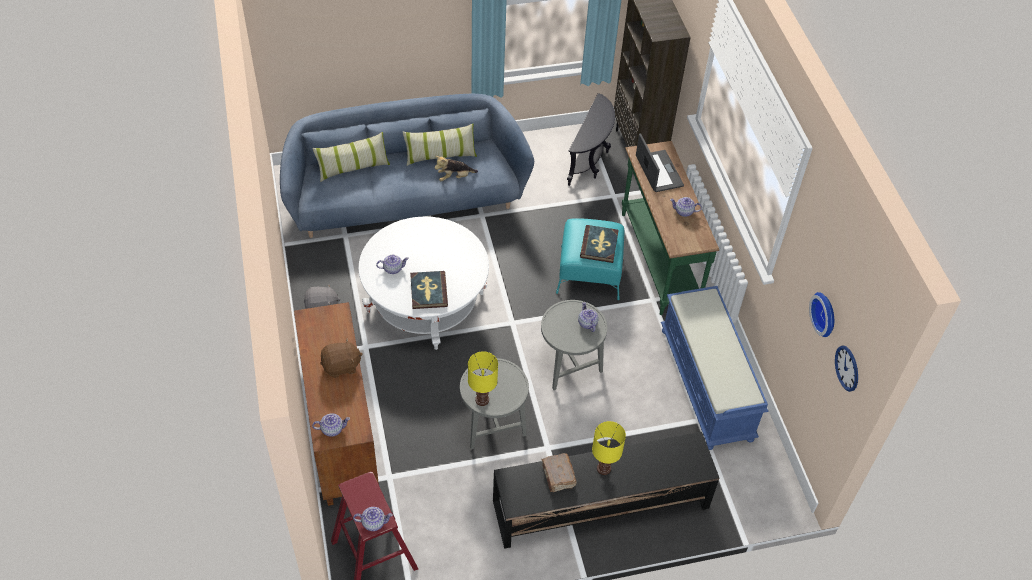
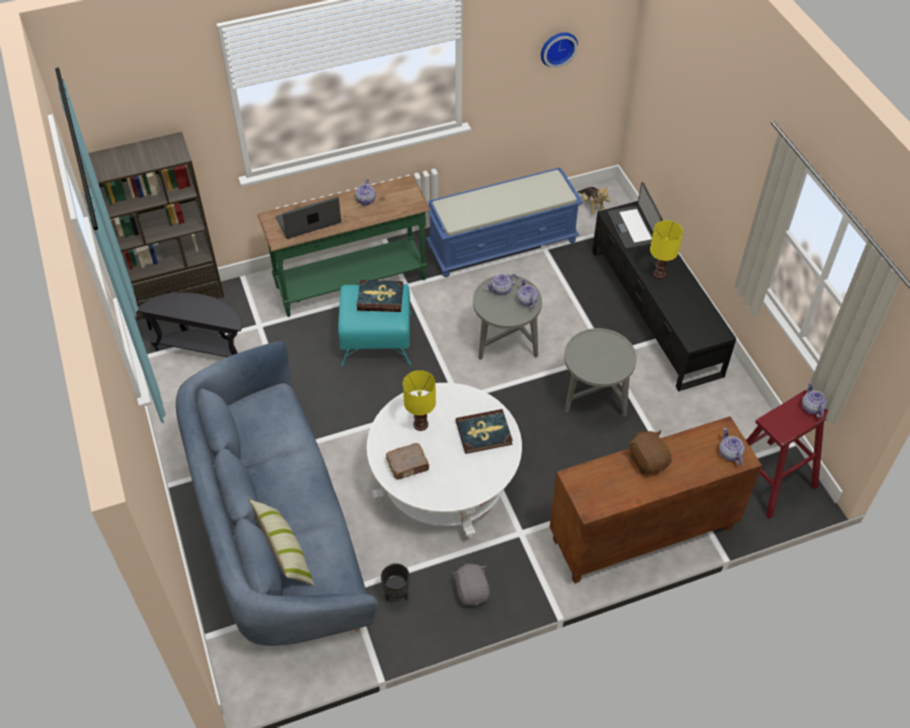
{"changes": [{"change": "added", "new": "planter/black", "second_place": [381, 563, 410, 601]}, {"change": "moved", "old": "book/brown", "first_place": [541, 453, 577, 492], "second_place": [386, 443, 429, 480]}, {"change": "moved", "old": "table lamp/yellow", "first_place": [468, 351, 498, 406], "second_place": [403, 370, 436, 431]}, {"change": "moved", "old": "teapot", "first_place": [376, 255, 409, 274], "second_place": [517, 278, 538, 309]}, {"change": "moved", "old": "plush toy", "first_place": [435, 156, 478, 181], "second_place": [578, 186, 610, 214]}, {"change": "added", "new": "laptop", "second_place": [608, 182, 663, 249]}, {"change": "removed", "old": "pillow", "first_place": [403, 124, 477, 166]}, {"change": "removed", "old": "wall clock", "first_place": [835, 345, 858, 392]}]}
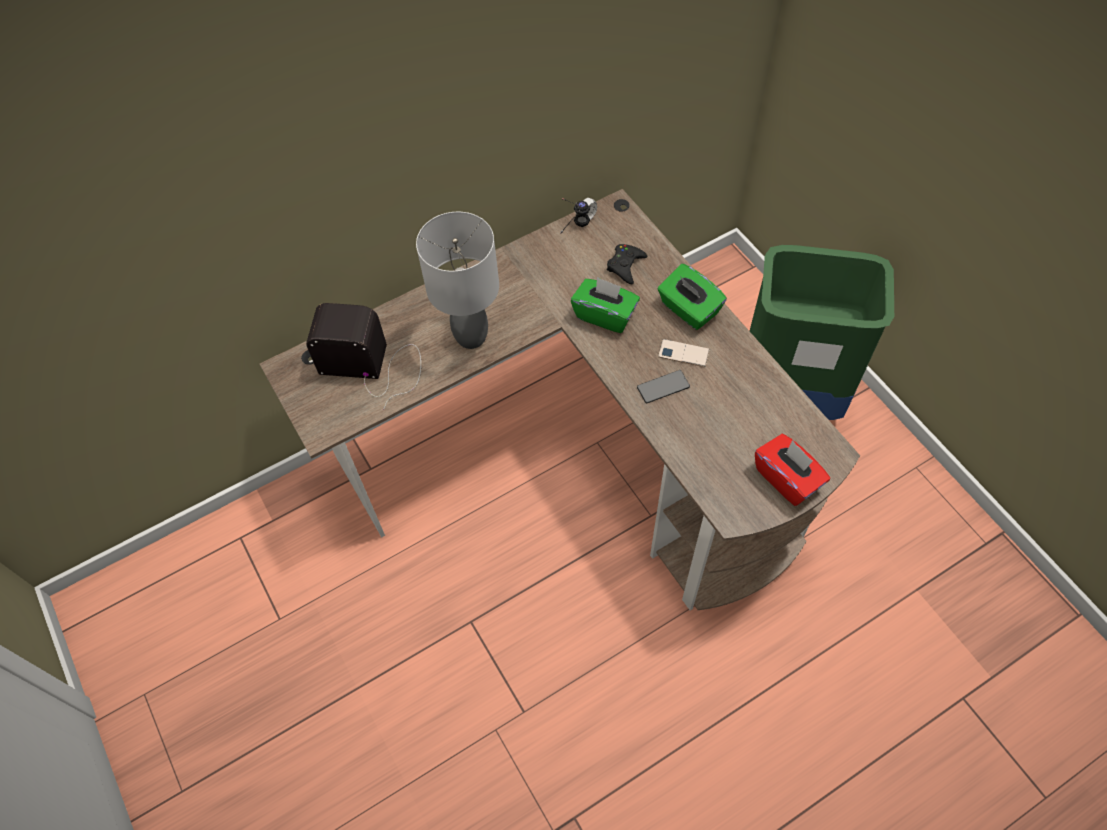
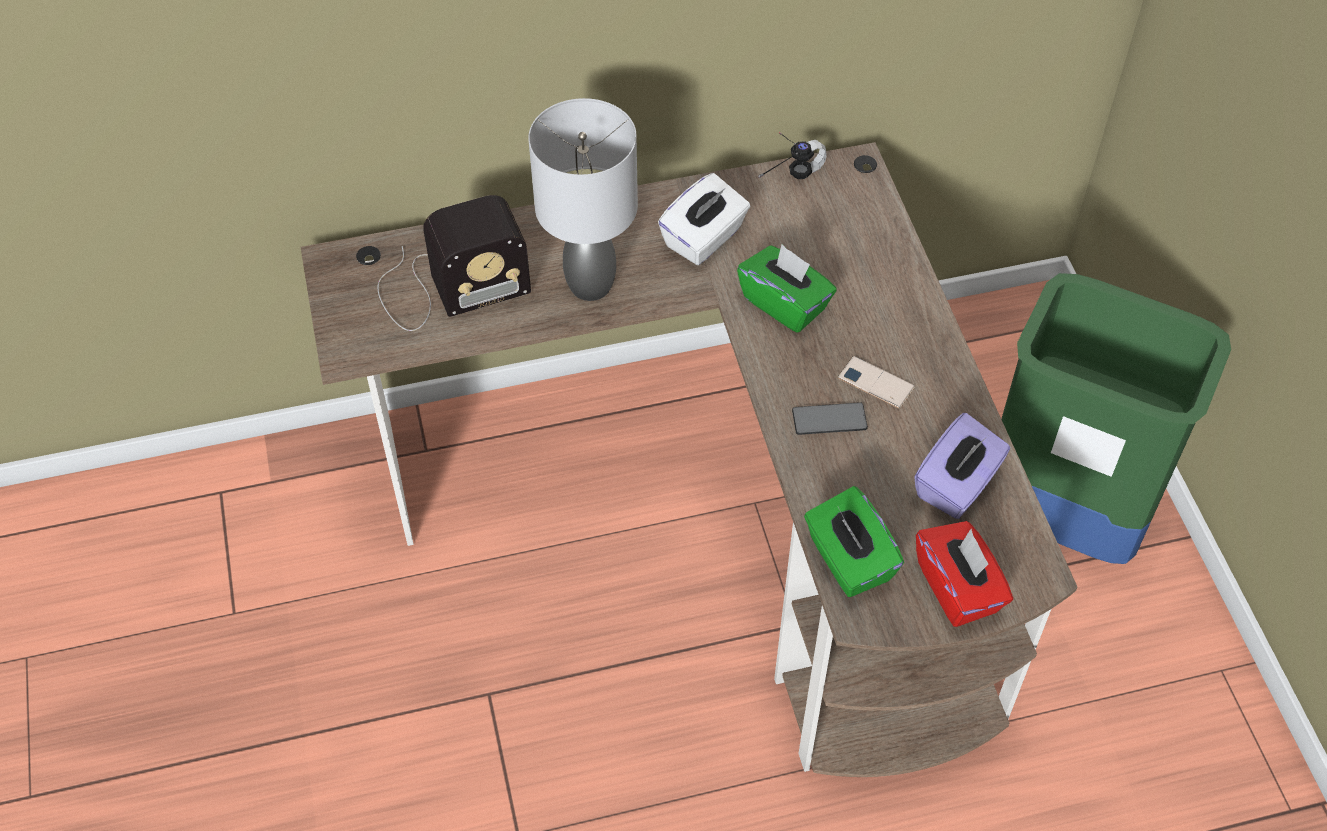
{"changes": [{"change": "turned", "old": "radio", "first_place": [306, 303, 421, 408], "second_place": [377, 195, 531, 331], "degrees": 135}, {"change": "added", "new": "tissue box/white", "second_place": [658, 173, 750, 265]}, {"change": "moved", "old": "tissue box/green", "first_place": [657, 264, 727, 330], "second_place": [804, 486, 904, 597]}, {"change": "added", "new": "tissue box/purple", "second_place": [914, 413, 1010, 519]}, {"change": "removed", "old": "game controller/black", "first_place": [607, 244, 647, 284]}]}
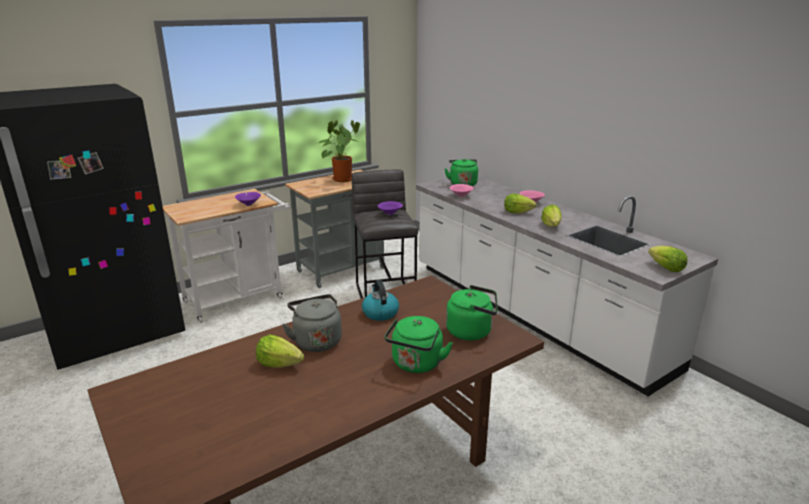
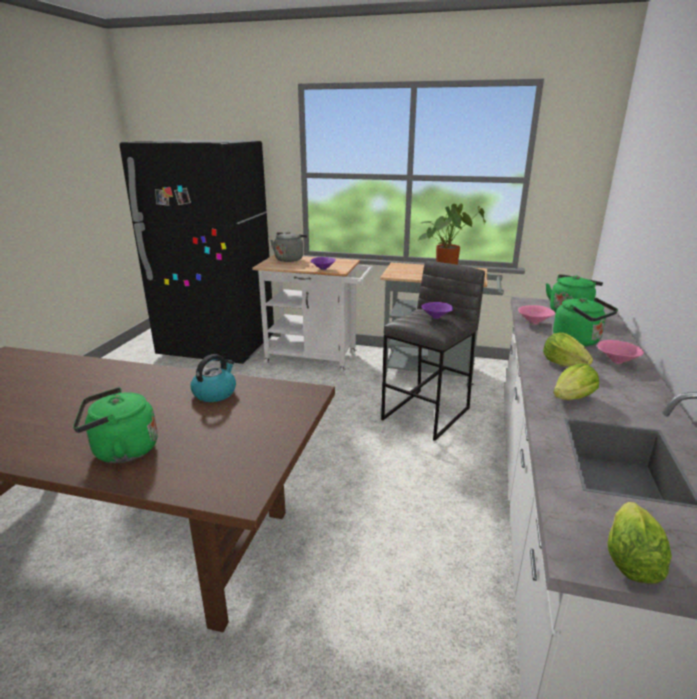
{"changes": [{"change": "moved", "old": "kettle/grey", "first_place": [282, 294, 342, 352], "second_place": [270, 231, 307, 262]}, {"change": "moved", "old": "kettle/green", "first_place": [446, 285, 498, 340], "second_place": [553, 297, 618, 346]}, {"change": "removed", "old": "lettuce", "first_place": [256, 334, 304, 368]}]}
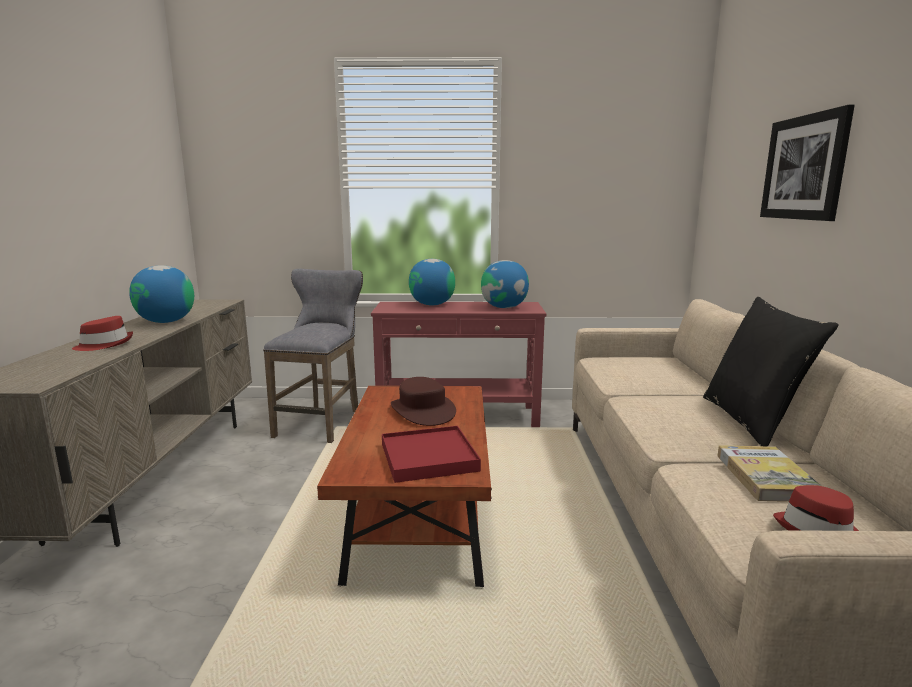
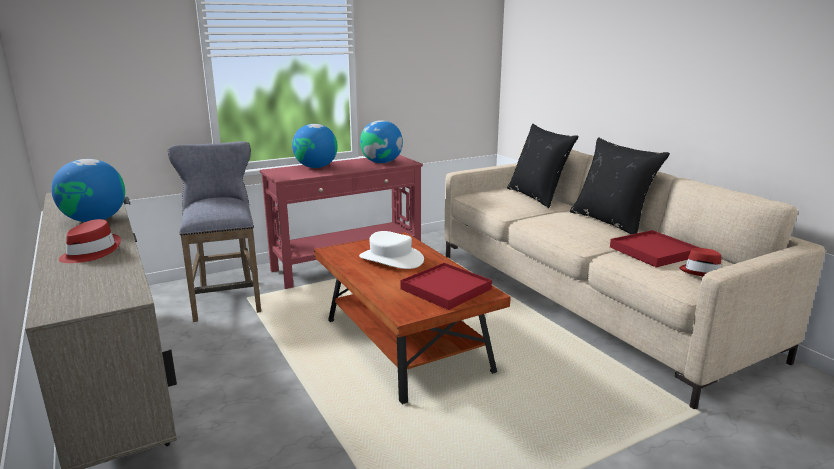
{"changes": [{"change": "recoloured", "old": "hat/brown", "new": "hat/white", "first_place": [391, 377, 456, 426], "second_place": [359, 231, 424, 269]}, {"change": "added", "new": "pillow/black", "second_place": [507, 124, 578, 209]}, {"change": "replaced", "old": "book", "new": "tray/red", "first_place": [717, 445, 821, 502], "second_place": [610, 230, 700, 267]}, {"change": "removed", "old": "picture", "first_place": [760, 104, 855, 221]}]}
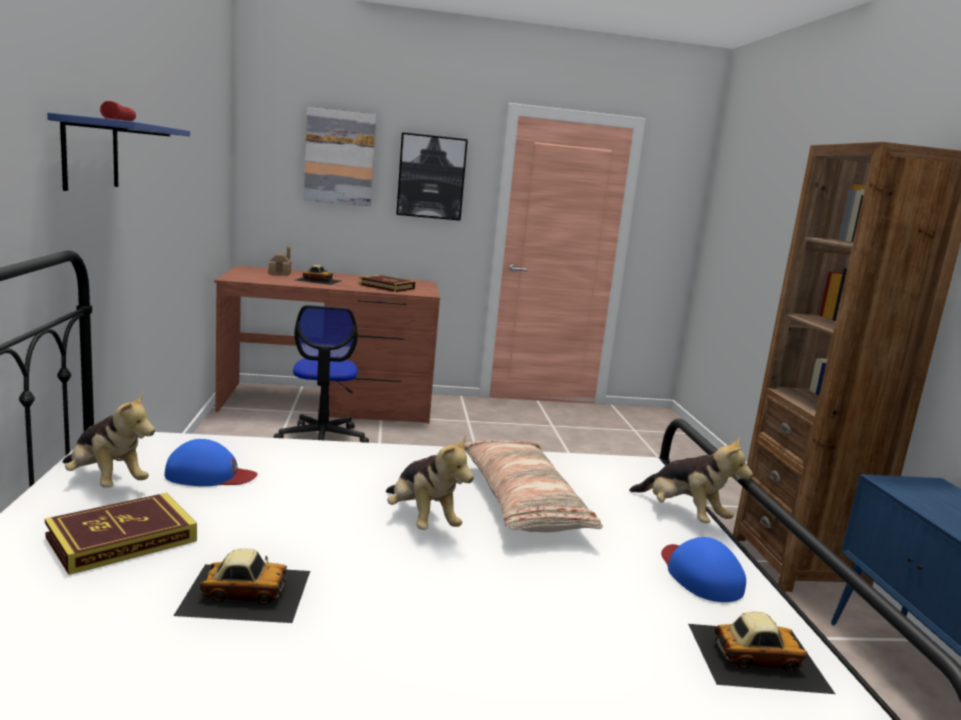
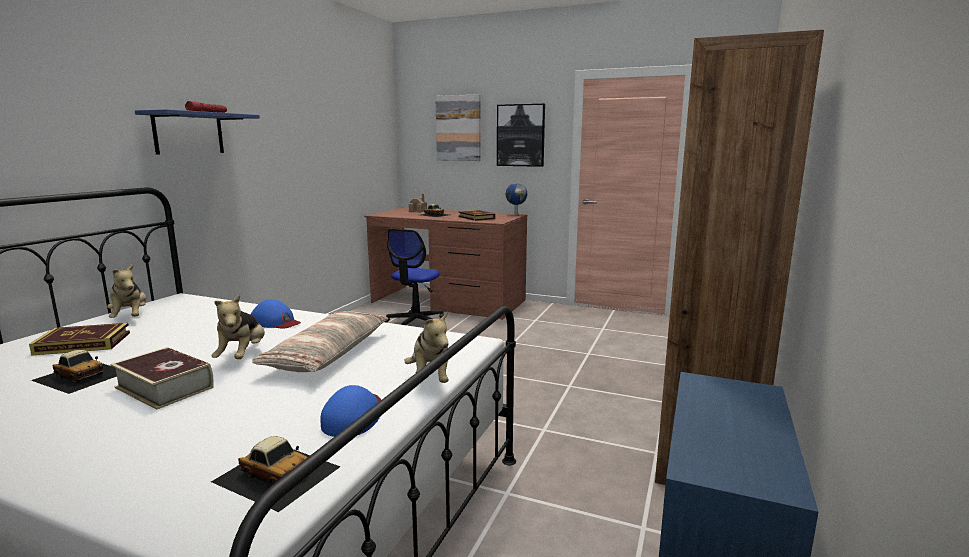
{"changes": [{"change": "added", "new": "book", "second_place": [110, 347, 214, 410]}, {"change": "moved", "old": "cap/blue", "first_place": [165, 439, 258, 486], "second_place": [251, 299, 301, 329]}, {"change": "added", "new": "globe", "second_place": [506, 183, 527, 215]}]}
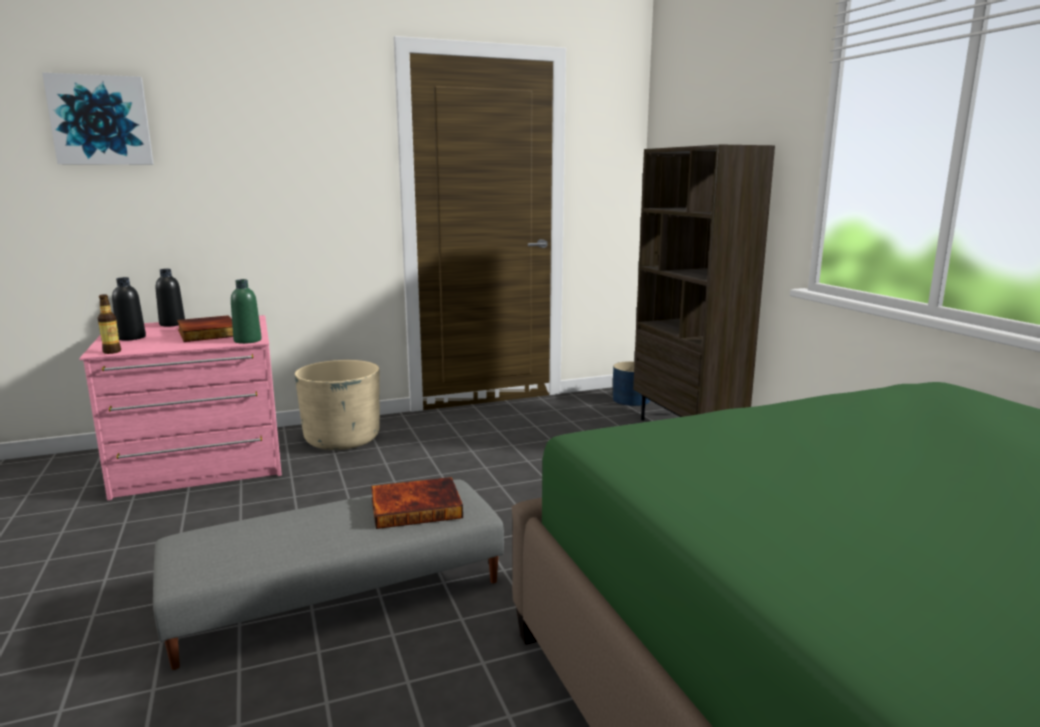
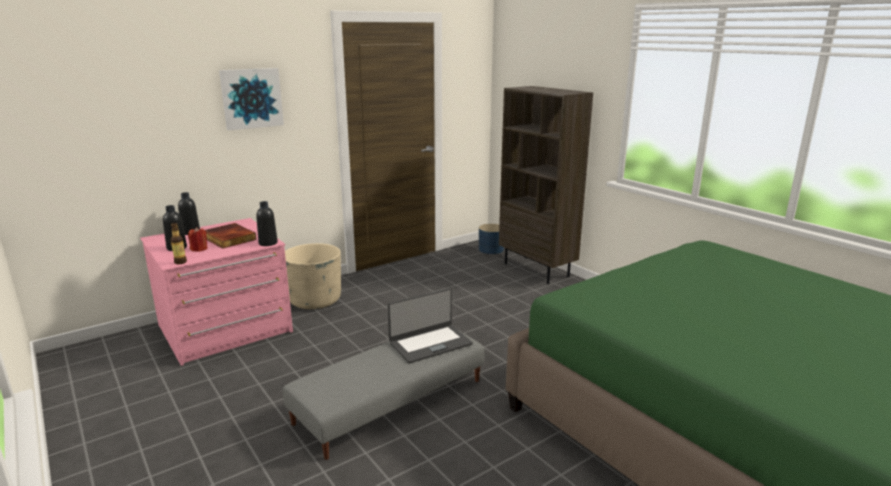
{"changes": [{"change": "added", "new": "candle/red", "second_place": [188, 227, 208, 252]}, {"change": "moved", "old": "picture", "first_place": [42, 72, 154, 165], "second_place": [219, 68, 284, 130]}, {"change": "recoloured", "old": "bottle/green", "new": "bottle/black", "first_place": [231, 279, 262, 344], "second_place": [256, 201, 278, 246]}, {"change": "replaced", "old": "book", "new": "laptop", "first_place": [371, 477, 463, 529], "second_place": [388, 288, 473, 363]}]}
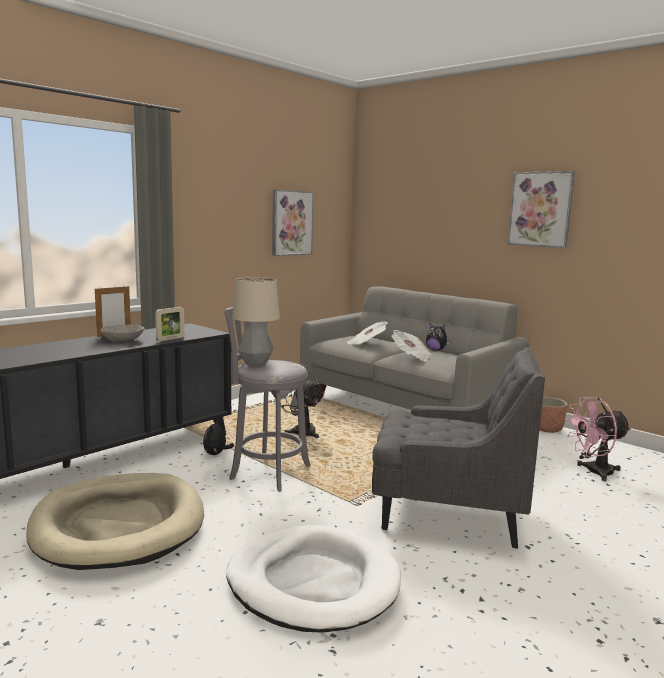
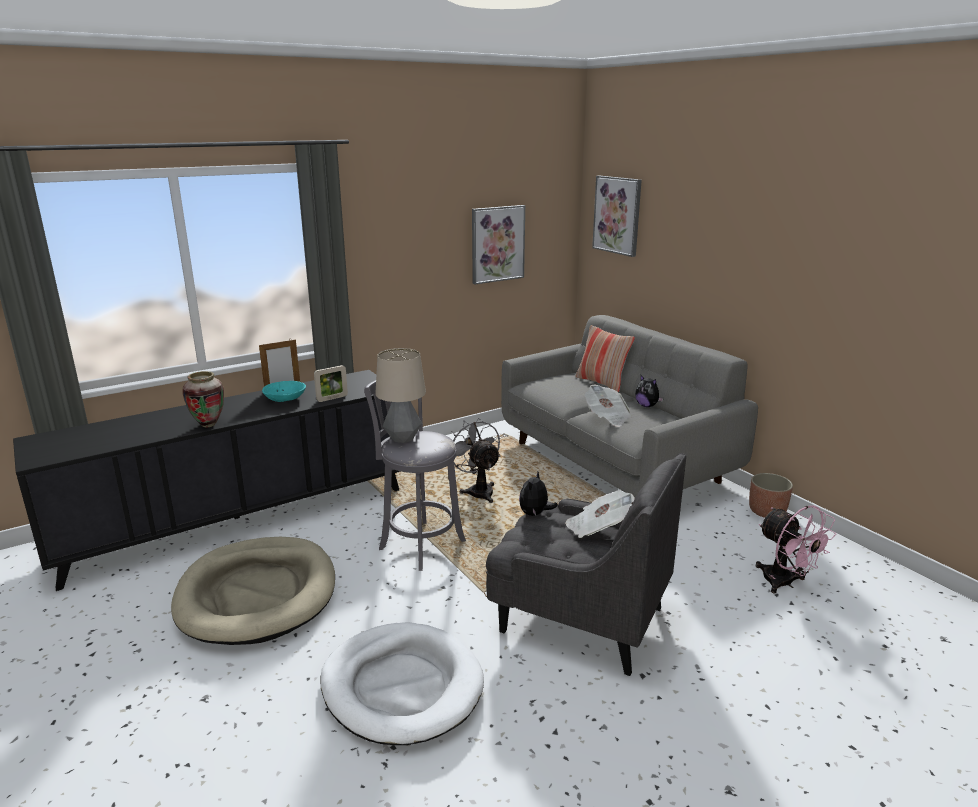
{"changes": [{"change": "added", "new": "vase", "second_place": [182, 371, 224, 427]}, {"change": "recoloured", "old": "bowl/grey", "new": "bowl/turquoise", "first_place": [100, 325, 144, 342], "second_place": [262, 381, 306, 402]}, {"change": "moved", "old": "plush toy", "first_place": [203, 420, 234, 455], "second_place": [519, 472, 558, 516]}, {"change": "moved", "old": "newspaper", "first_place": [347, 321, 387, 345], "second_place": [565, 490, 635, 538]}, {"change": "added", "new": "pillow", "second_place": [575, 325, 635, 392]}, {"change": "moved", "old": "picture", "first_place": [508, 171, 575, 248], "second_place": [592, 176, 642, 257]}, {"change": "turned", "old": "fan/pink", "first_place": [565, 397, 631, 481], "second_place": [756, 506, 836, 594], "degrees": -120}]}
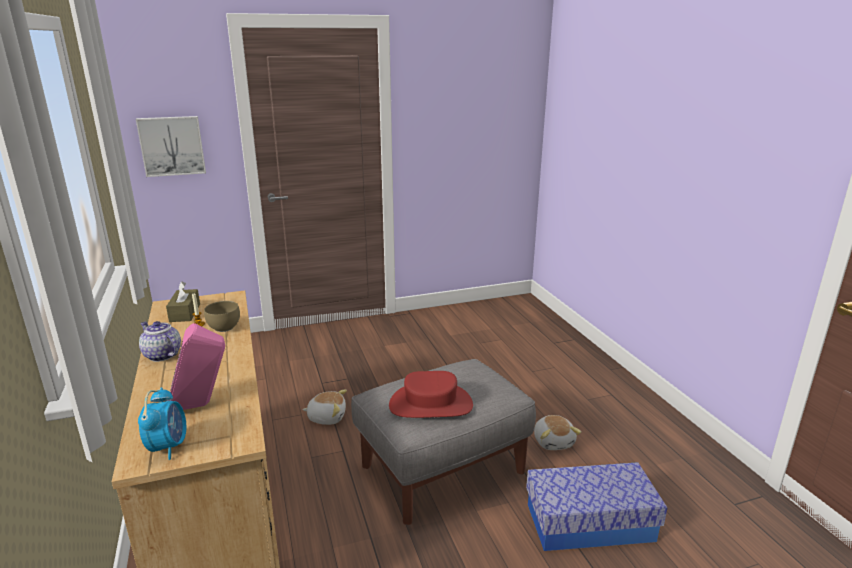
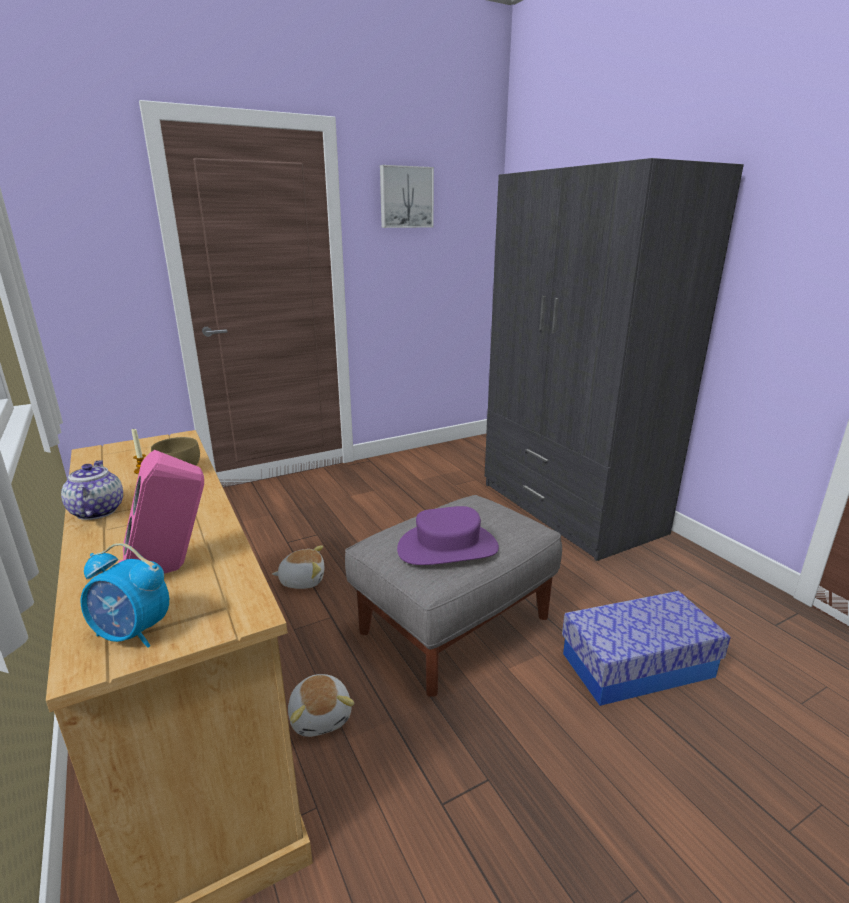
{"changes": [{"change": "turned", "old": "teapot", "first_place": [139, 321, 181, 362], "second_place": [61, 461, 123, 520], "degrees": 45}, {"change": "turned", "old": "alarm clock", "first_place": [138, 387, 186, 460], "second_place": [81, 543, 169, 648], "degrees": 120}, {"change": "moved", "old": "plush toy", "first_place": [534, 415, 581, 450], "second_place": [288, 674, 354, 737]}, {"change": "moved", "old": "picture", "first_place": [136, 116, 206, 177], "second_place": [380, 165, 434, 228]}, {"change": "recoloured", "old": "hat/red", "new": "hat/purple", "first_place": [389, 371, 473, 418], "second_place": [397, 506, 499, 565]}, {"change": "added", "new": "wardrobe/grey", "second_place": [485, 158, 744, 561]}, {"change": "removed", "old": "tissue box/brown", "first_place": [166, 281, 200, 322]}]}
